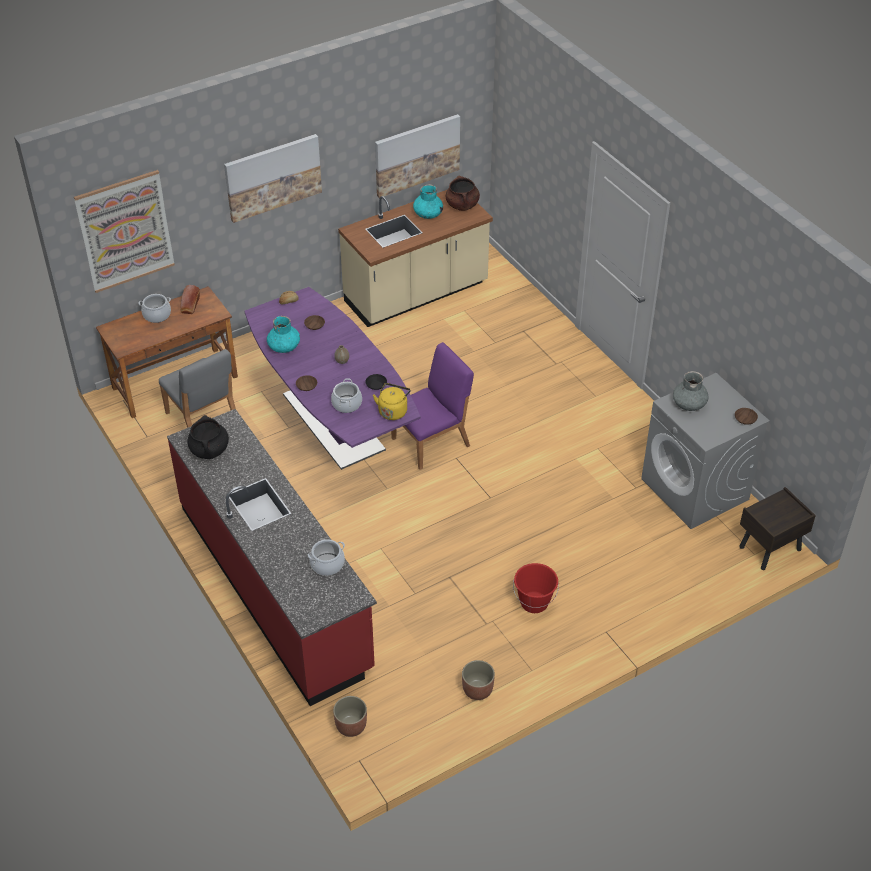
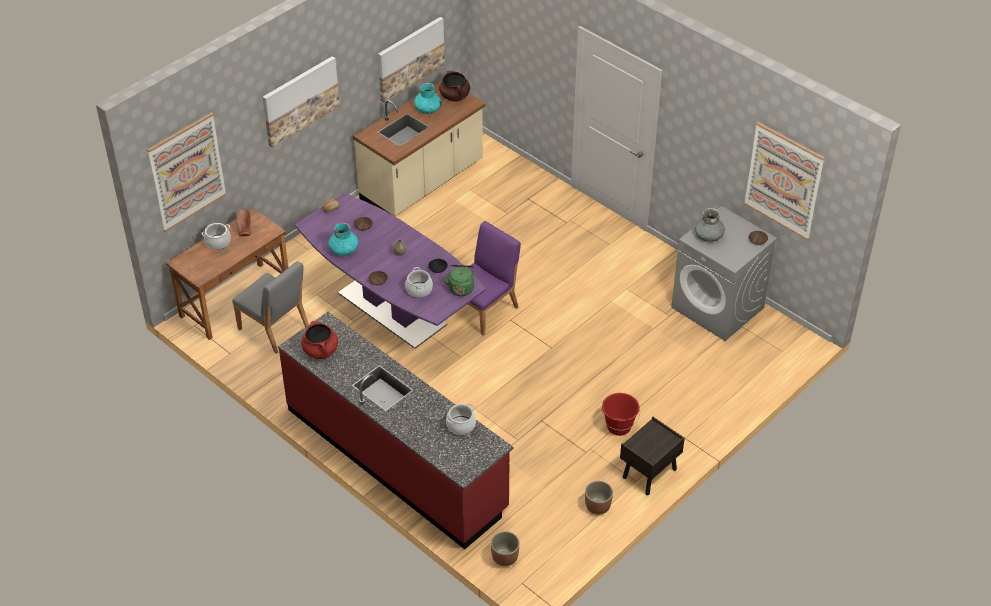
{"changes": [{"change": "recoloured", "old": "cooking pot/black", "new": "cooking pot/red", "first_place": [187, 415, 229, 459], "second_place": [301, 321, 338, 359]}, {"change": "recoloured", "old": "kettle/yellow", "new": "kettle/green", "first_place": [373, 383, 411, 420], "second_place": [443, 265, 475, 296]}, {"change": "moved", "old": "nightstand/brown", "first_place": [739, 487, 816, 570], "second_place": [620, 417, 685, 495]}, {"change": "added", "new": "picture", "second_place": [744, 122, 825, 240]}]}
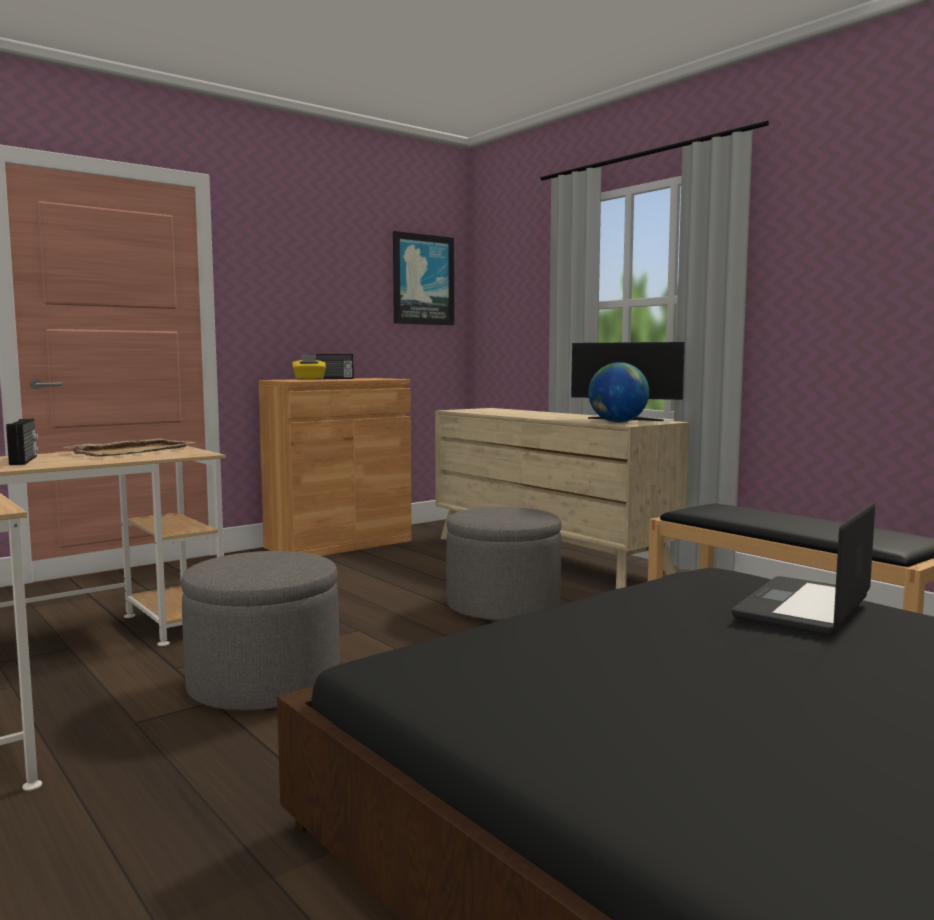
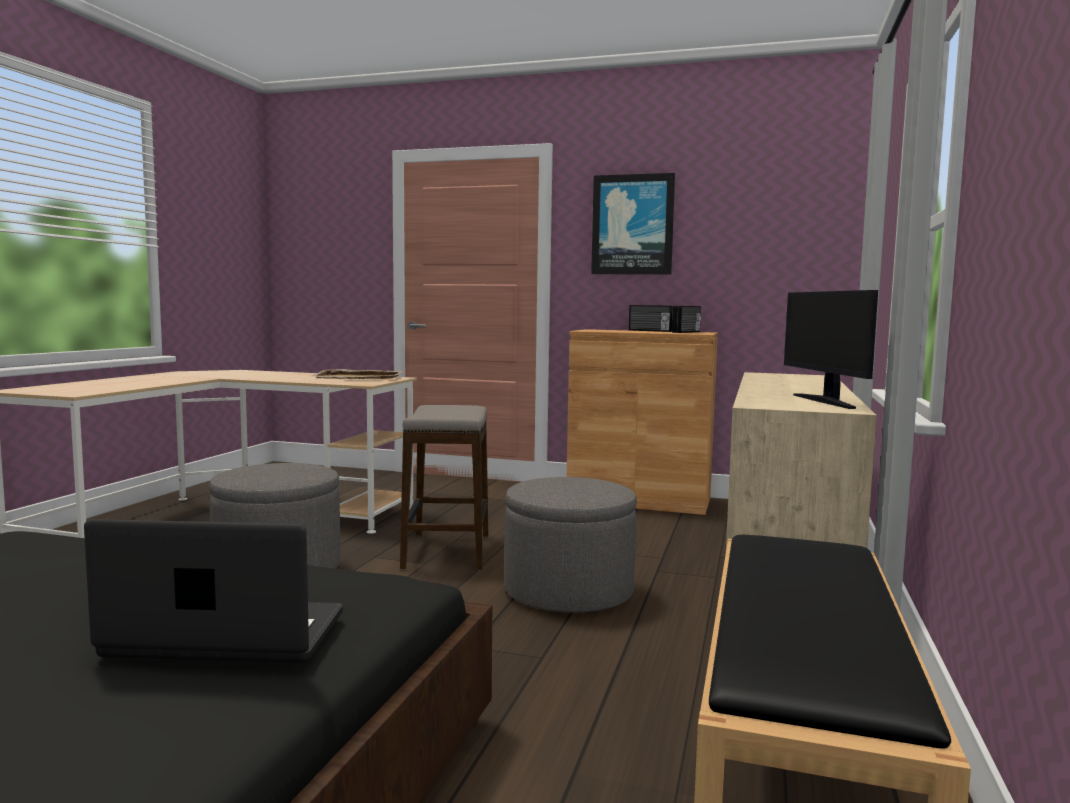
{"changes": [{"change": "added", "new": "stool", "second_place": [400, 405, 489, 570]}, {"change": "moved", "old": "picture", "first_place": [393, 231, 454, 325], "second_place": [591, 173, 675, 274]}, {"change": "moved", "old": "radio", "first_place": [6, 419, 38, 465], "second_place": [672, 306, 701, 333]}, {"change": "removed", "old": "tissue box/yellow", "first_place": [292, 354, 326, 380]}, {"change": "removed", "old": "globe", "first_place": [588, 362, 649, 423]}]}
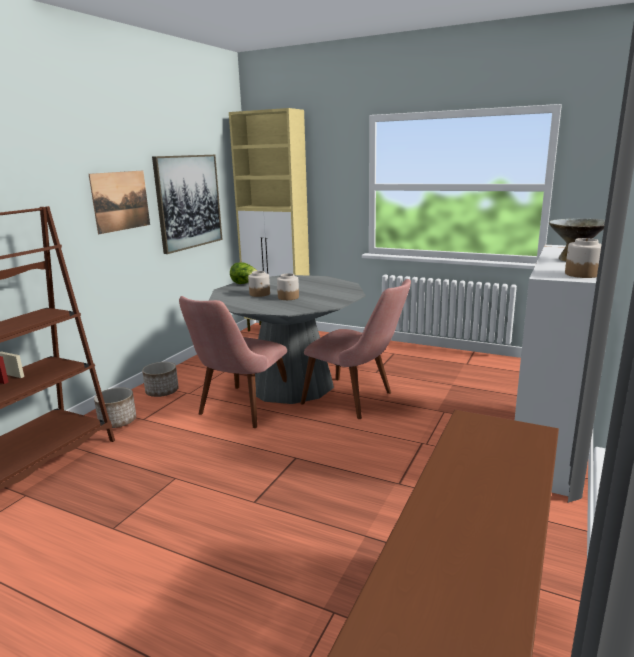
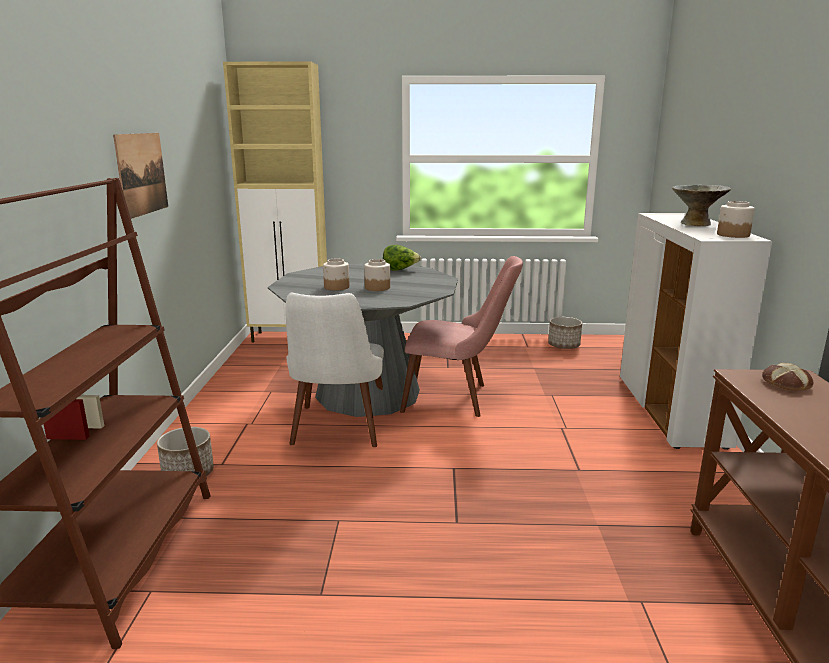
{"changes": [{"change": "recoloured", "old": "chair/pink", "new": "chair/white", "first_place": [179, 296, 287, 428], "second_place": [285, 293, 384, 447]}, {"change": "moved", "old": "lettuce", "first_place": [230, 262, 257, 284], "second_place": [383, 245, 421, 271]}, {"change": "moved", "old": "planter", "first_place": [142, 362, 179, 397], "second_place": [548, 317, 582, 349]}, {"change": "added", "new": "bread", "second_place": [762, 363, 813, 391]}, {"change": "removed", "old": "picture", "first_place": [152, 155, 223, 254]}]}
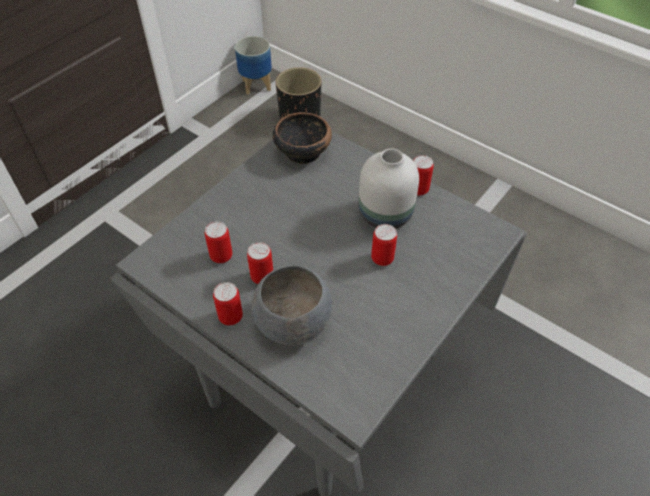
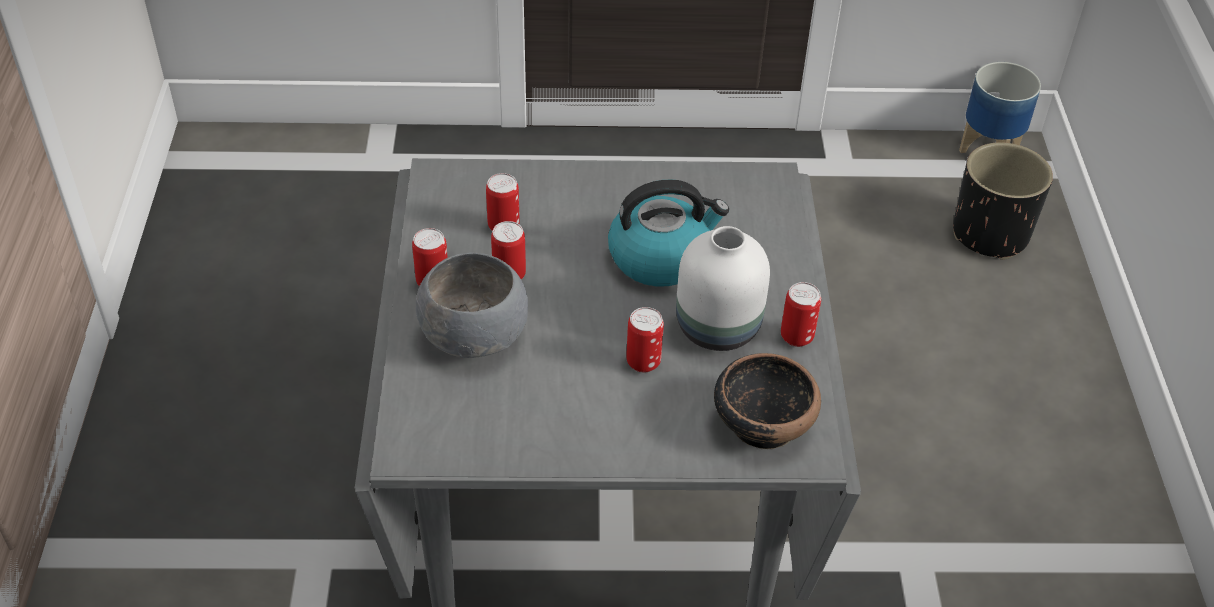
{"changes": [{"change": "added", "new": "kettle", "second_place": [608, 179, 729, 287]}, {"change": "moved", "old": "bowl", "first_place": [273, 112, 332, 164], "second_place": [714, 353, 821, 449]}]}
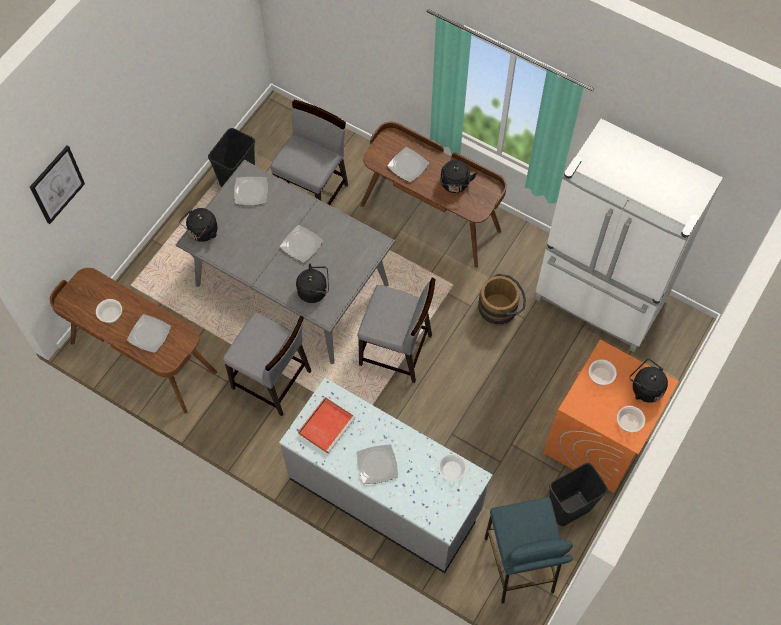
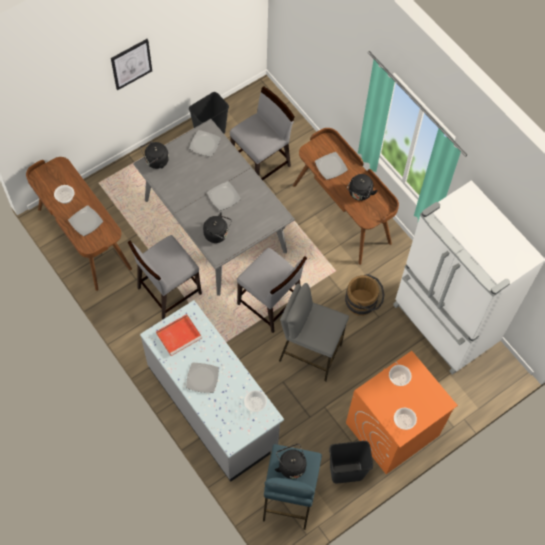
{"changes": [{"change": "moved", "old": "picture", "first_place": [30, 145, 85, 224], "second_place": [111, 39, 152, 90]}, {"change": "turned", "old": "chair/grey", "first_place": [223, 312, 311, 416], "second_place": [128, 235, 202, 320], "degrees": 90}, {"change": "moved", "old": "kettle/black", "first_place": [629, 359, 668, 403], "second_place": [275, 444, 307, 479]}, {"change": "added", "new": "stool/grey", "second_place": [279, 283, 349, 382]}]}
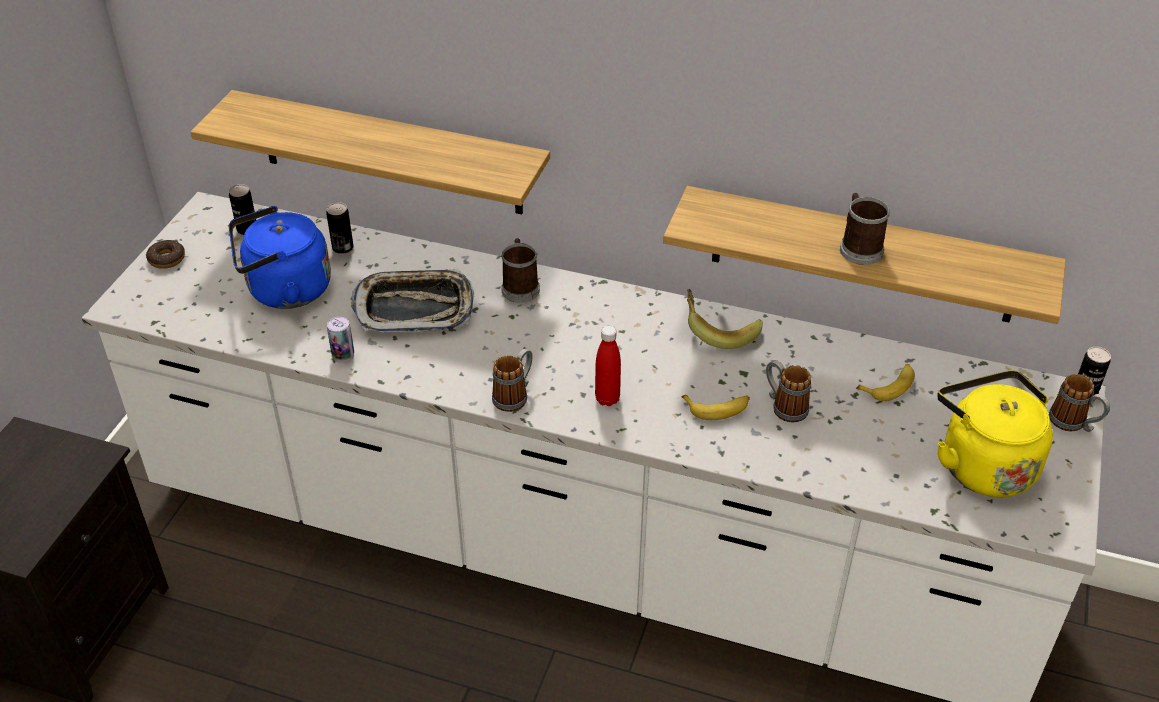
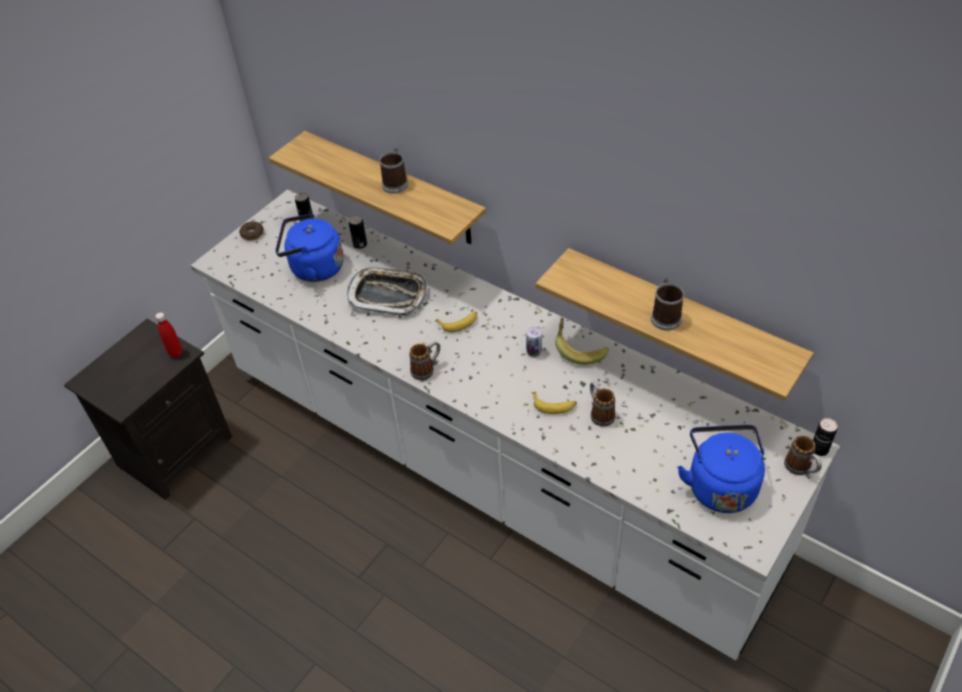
{"changes": [{"change": "moved", "old": "bottle/red", "first_place": [595, 326, 621, 406], "second_place": [155, 312, 183, 358]}, {"change": "moved", "old": "mug", "first_place": [501, 238, 540, 303], "second_place": [379, 148, 408, 194]}, {"change": "moved", "old": "banana", "first_place": [856, 364, 915, 401], "second_place": [435, 311, 477, 332]}, {"change": "moved", "old": "can", "first_place": [327, 317, 354, 363], "second_place": [526, 327, 542, 358]}, {"change": "recoloured", "old": "kettle/yellow", "new": "kettle/blue", "first_place": [937, 370, 1053, 497], "second_place": [677, 425, 765, 513]}]}
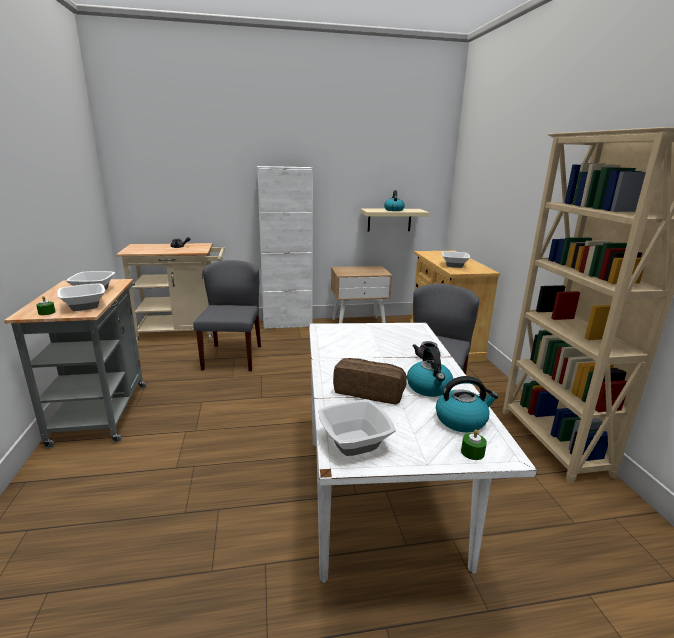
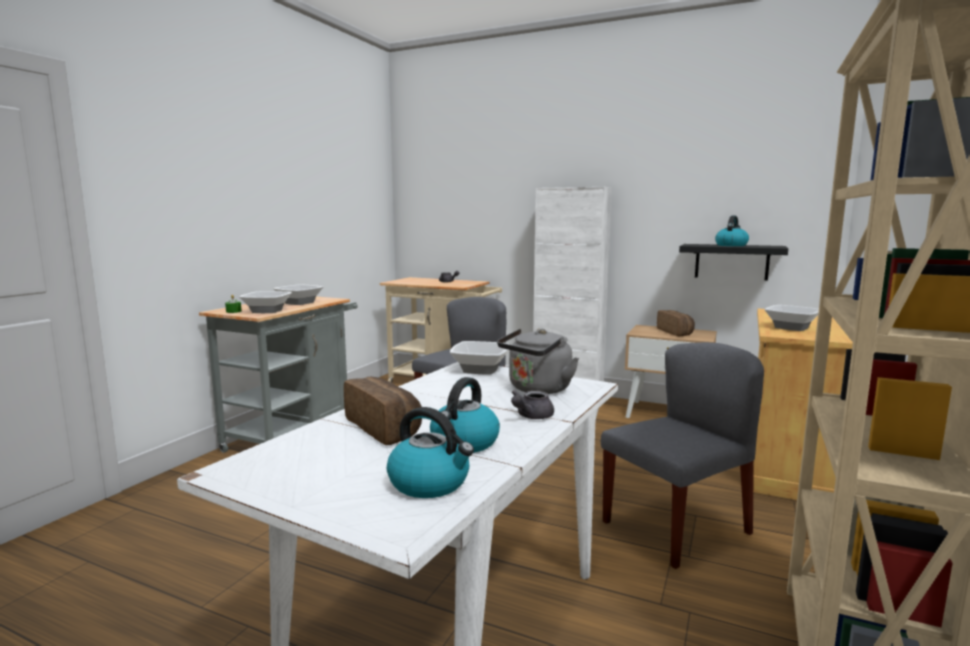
{"changes": [{"change": "moved", "old": "bowl", "first_place": [318, 400, 396, 456], "second_place": [450, 341, 509, 374]}, {"change": "added", "new": "kettle/grey", "second_place": [497, 328, 579, 394]}, {"change": "added", "new": "bread", "second_place": [657, 310, 695, 336]}, {"change": "recoloured", "old": "shelf/beige", "new": "shelf/black", "first_place": [360, 209, 429, 231], "second_place": [679, 244, 788, 281]}, {"change": "removed", "old": "candle/green", "first_place": [461, 429, 487, 460]}]}
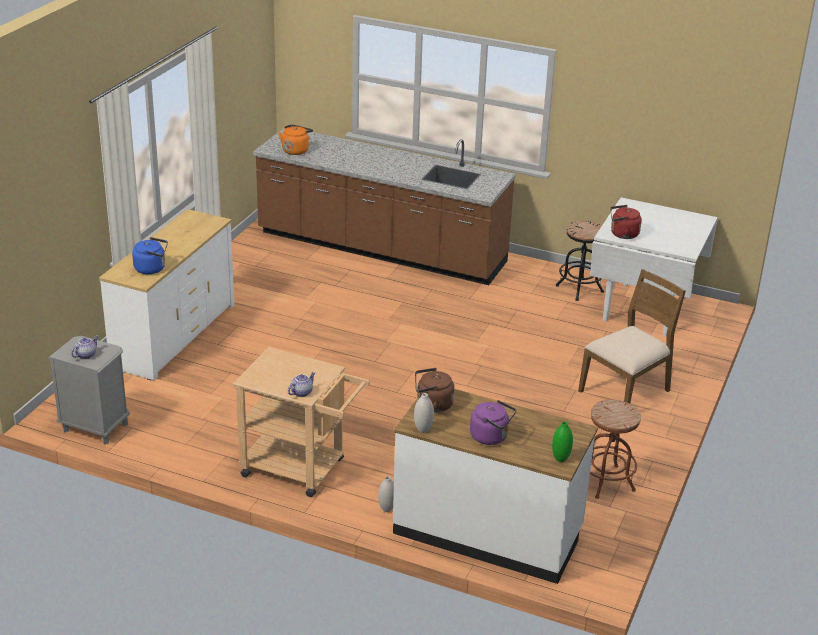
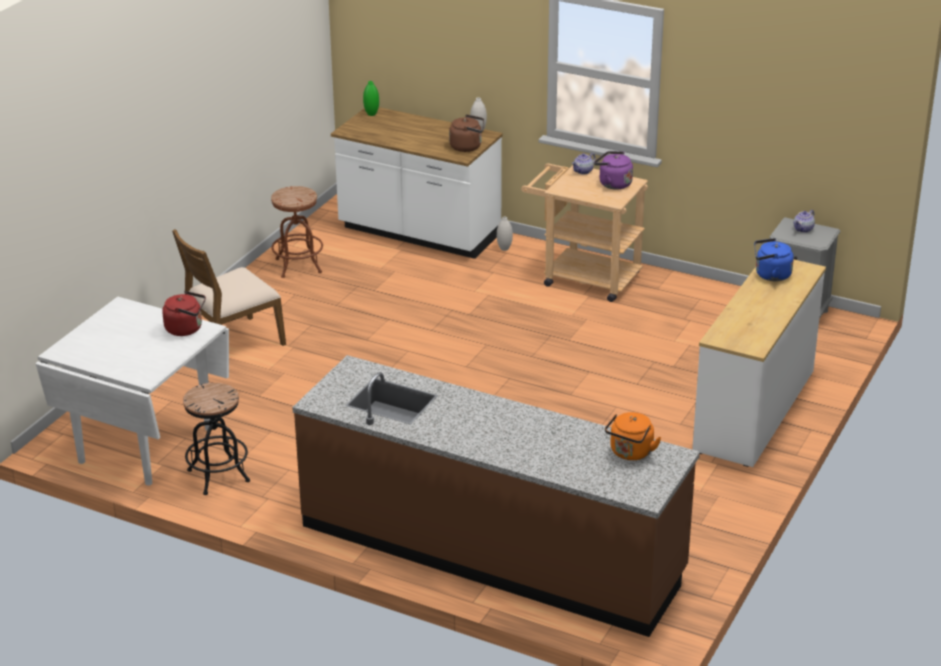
{"changes": [{"change": "moved", "old": "kettle/purple", "first_place": [470, 400, 516, 445], "second_place": [594, 151, 633, 190]}]}
